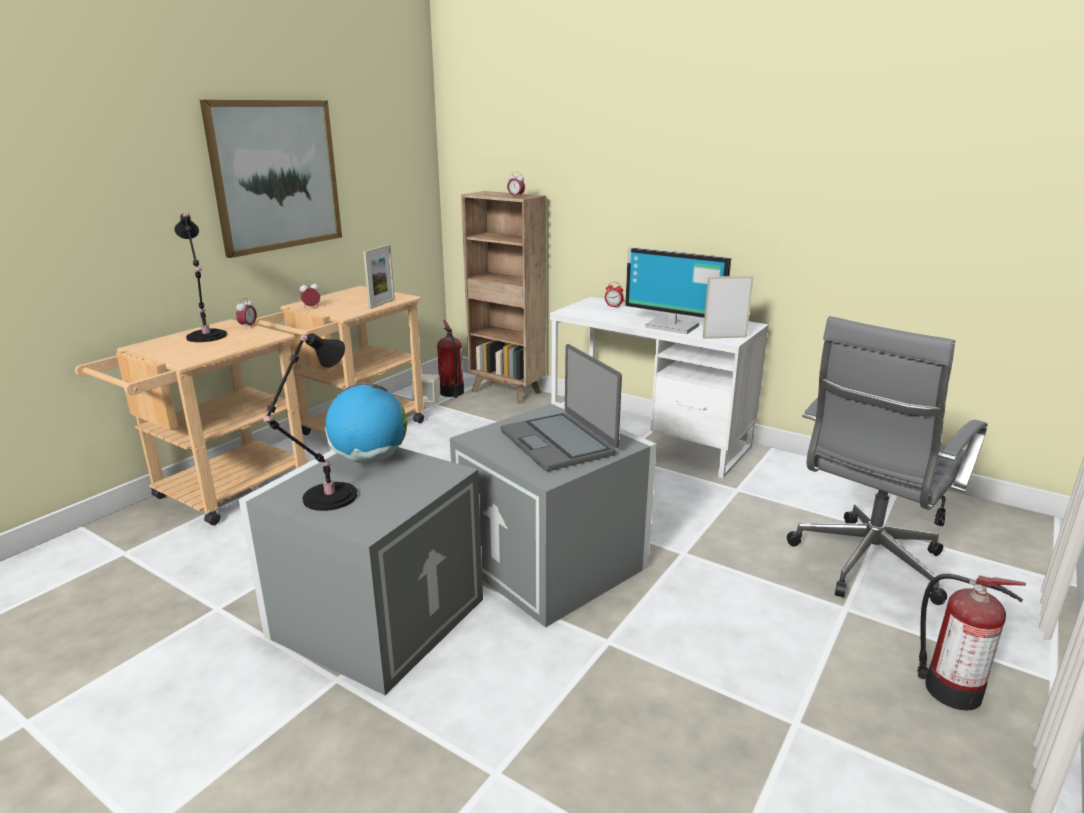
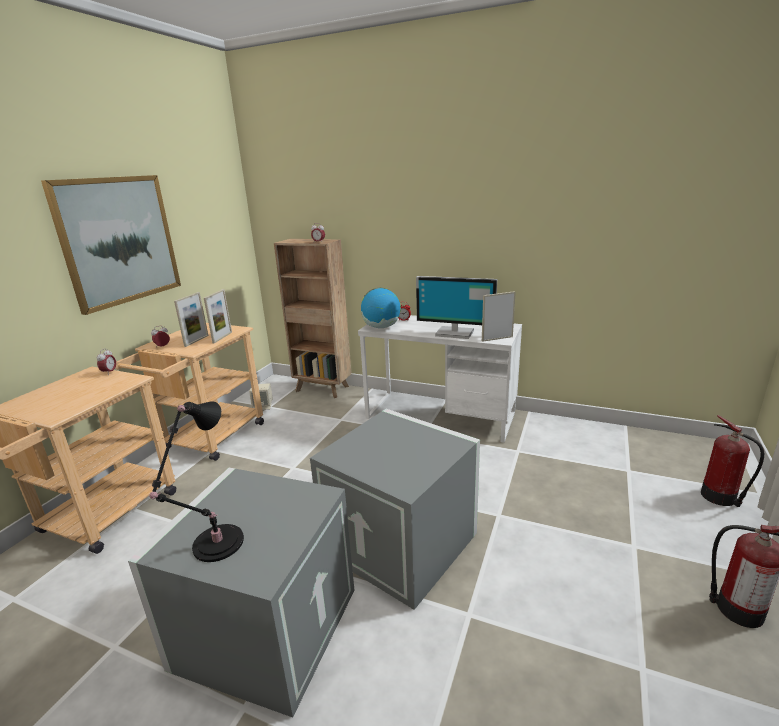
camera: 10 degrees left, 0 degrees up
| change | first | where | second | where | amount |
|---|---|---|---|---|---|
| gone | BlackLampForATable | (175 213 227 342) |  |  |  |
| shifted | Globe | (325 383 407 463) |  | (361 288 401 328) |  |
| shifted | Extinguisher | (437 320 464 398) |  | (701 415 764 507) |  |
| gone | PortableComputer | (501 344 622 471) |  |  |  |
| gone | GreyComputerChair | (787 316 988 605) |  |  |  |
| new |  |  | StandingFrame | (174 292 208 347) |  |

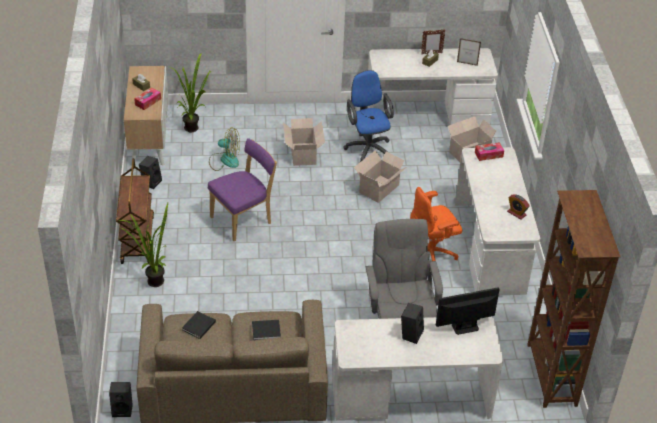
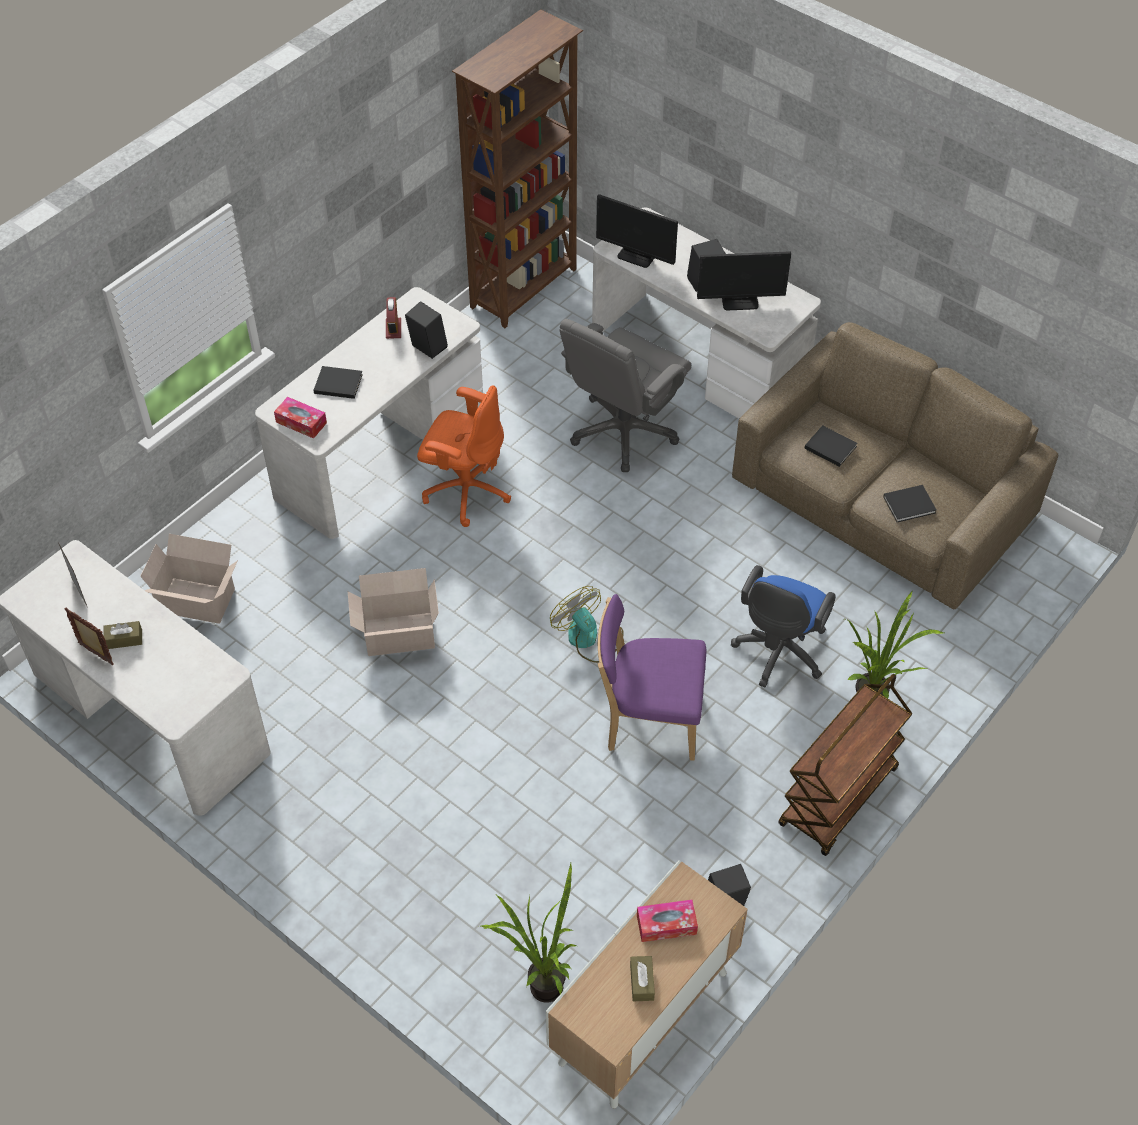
camera: 135 degrees left, 10 degrees up
| change | first | where | second | where | amount |
|---|---|---|---|---|---|
| shifted | BlackLoudspeaker | (109 382 133 417) |  | (405 301 448 359) |  |
| shifted | CoolingFan | (209 127 240 171) |  | (550 586 624 663) |  |
| gone | PackingBox | (283 118 325 166) |  |  |  |
| shifted | BlueComputerChair | (344 70 394 162) |  | (731 565 836 687) |  |
| new |  |  | BlackBook | (314 366 363 399) |  |
| new |  |  | Monitor | (697 251 791 310) |  |

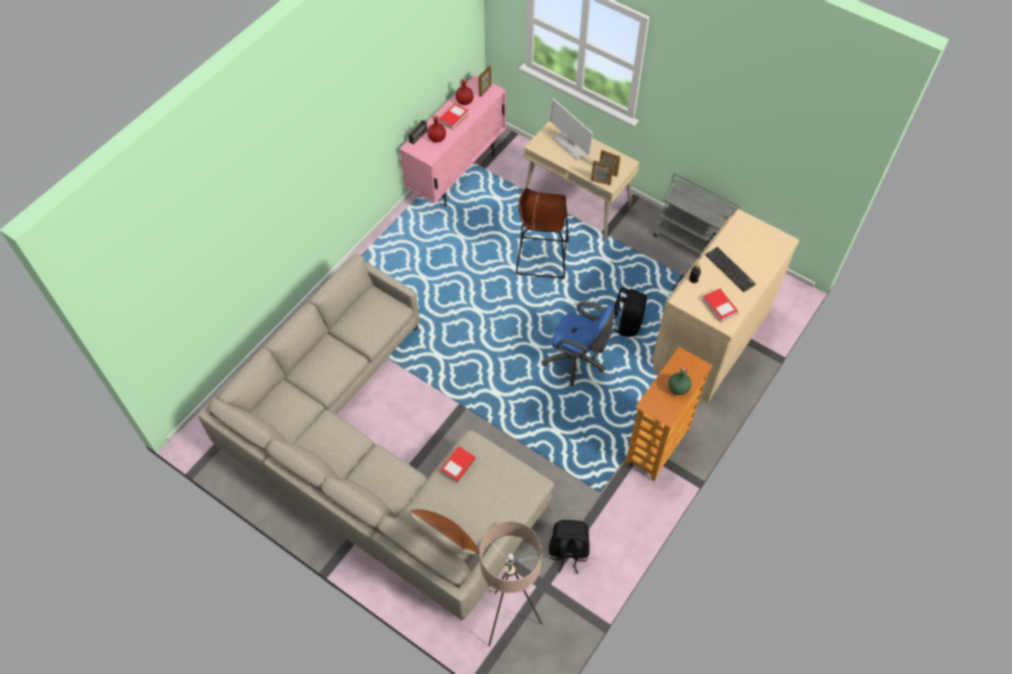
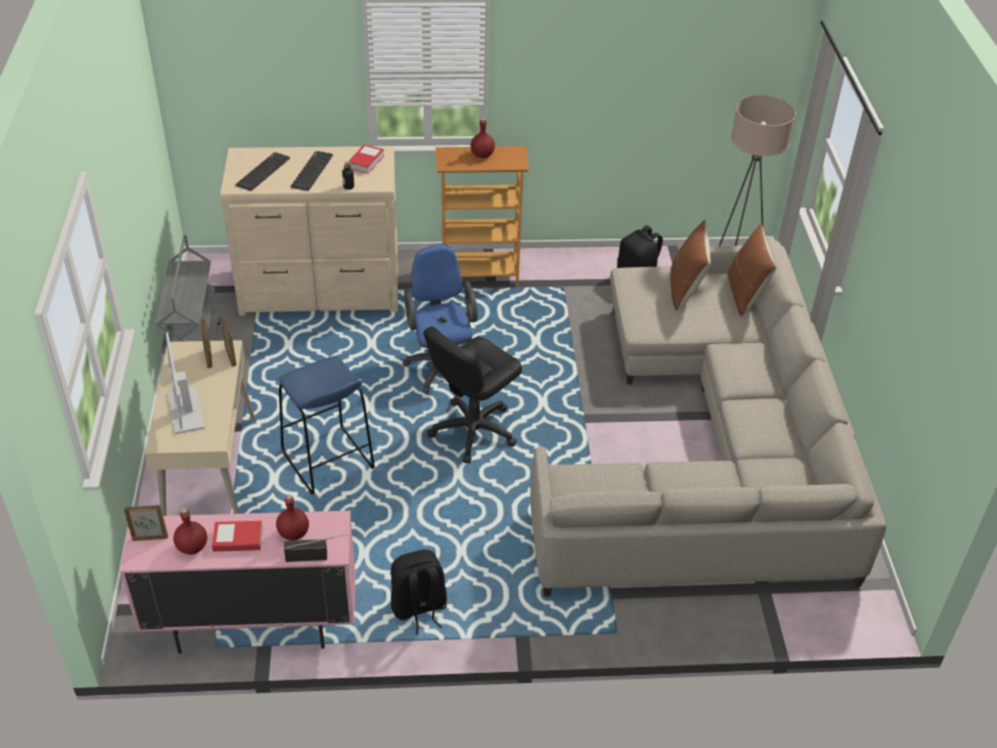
camera: 130 degrees left, 15 degrees down
| change | first | where | second | where | amount |
|---|---|---|---|---|---|
| gone | Book | (440 446 475 483) |  |  |  |
| repainted | BrownishStool | (516 188 569 279) | BlueStool | (279 356 375 495) |  |
| rotated | Monitor | (549 98 593 161) |  | (166 332 205 434) | 150 degrees clockwise |
| shifted | BlackKnapsack | (613 287 647 337) |  | (391 550 447 634) |  |
| repainted | GreenishBeverageBottle | (669 368 691 395) | RedBeverageBottle | (471 118 495 158) |  |
| new |  |  | Keyboard | (235 152 290 191) |  |
| new |  |  | BlackComputerChair | (423 326 522 463) |  |
| new |  |  | BrownishCushion | (670 219 711 311) |  |

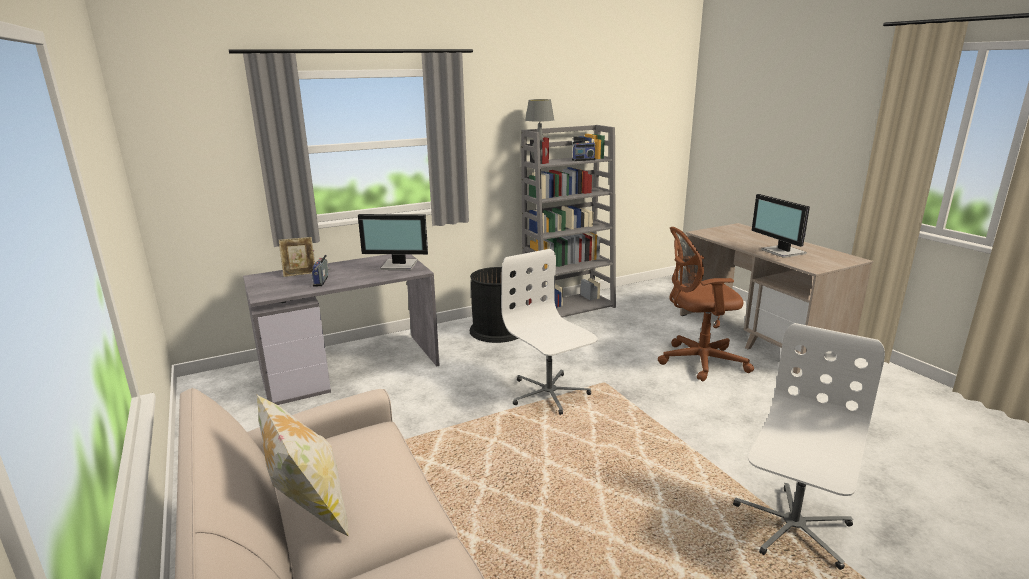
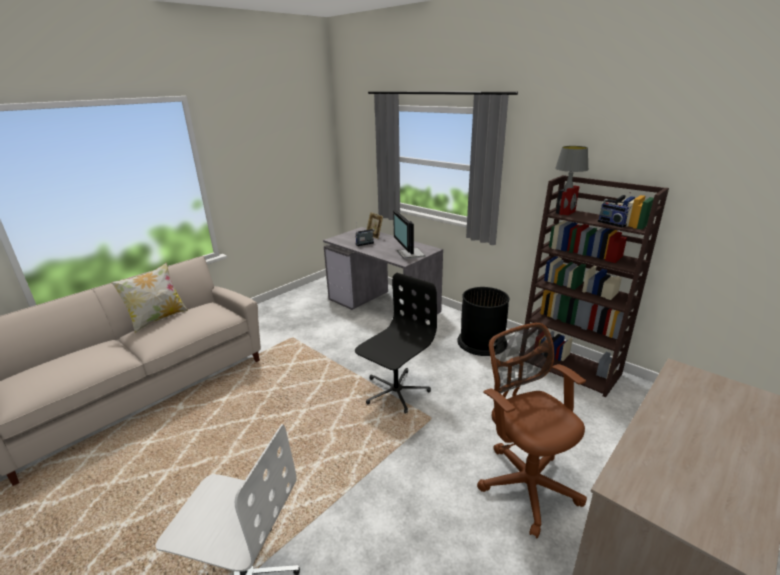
camera: 70 degrees right, 5 degrees up
| change | first | where | second | where | amount |
|---|---|---|---|---|---|
| repainted | WhiteColouredComputerChair | (501 249 598 415) | BlackComputerChair | (355 273 437 414) |  |
| repainted | GreyShelvingUnit | (521 125 616 317) | BrownishShelvingUnit | (520 175 669 398) |  |
| gone | Monitor | (752 194 810 258) |  |  |  |

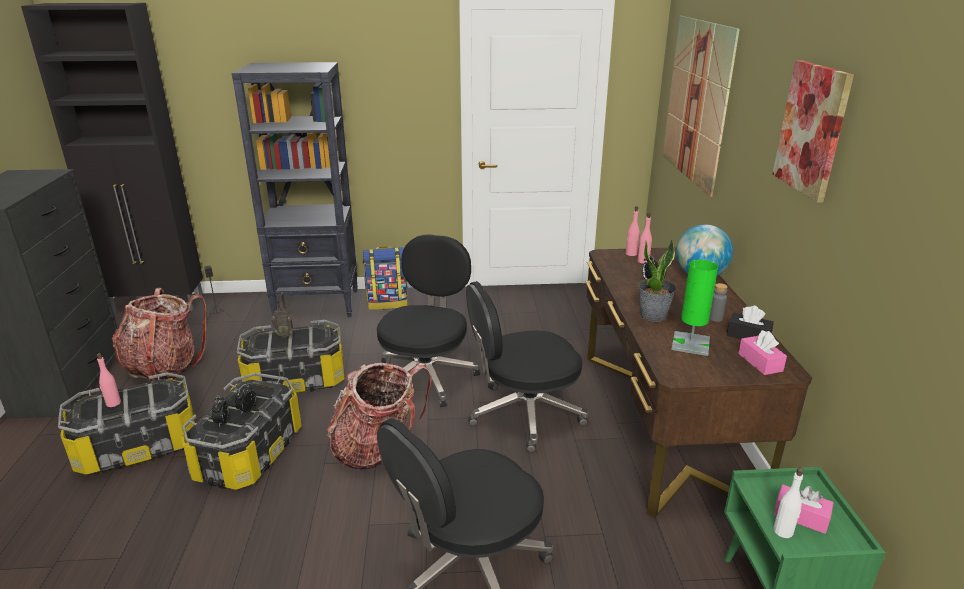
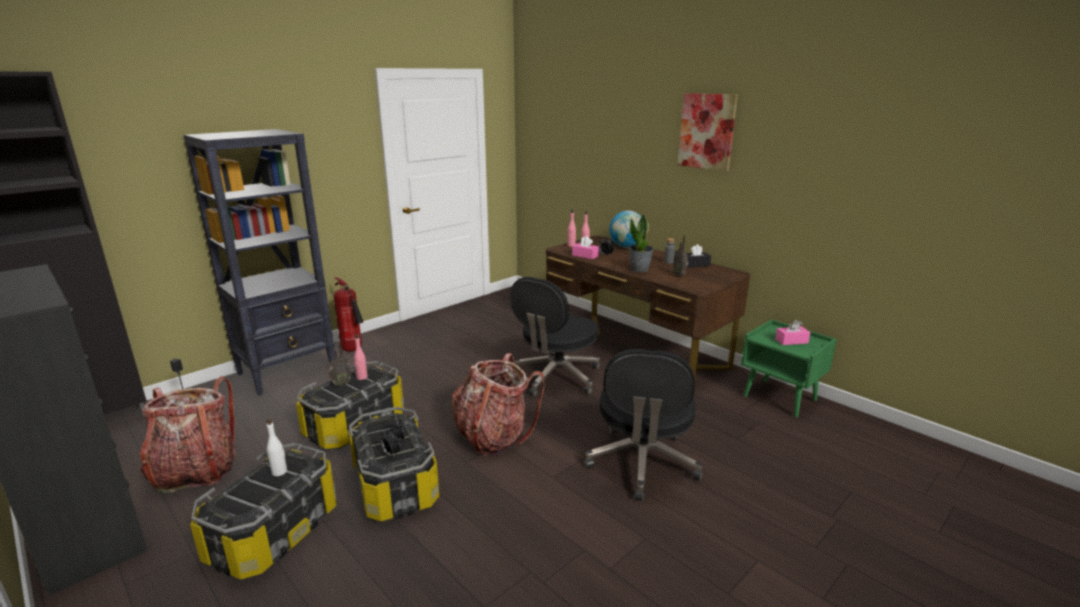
camera: 40 degrees left, 5 degrees down
| change | first | where | second | where | amount |
|---|---|---|---|---|---|
| shifted | PinkColouredBeverageBottle | (97 353 121 407) |  | (354 334 368 380) |  |
| swapped | Knapsack | (363 246 408 310) | Extinguisher | (334 277 363 352) |  |
| gone | BlackComputerChair | (377 234 480 407) |  |  |  |
| gone | Picture | (663 16 740 197) |  |  |  |
| swapped | GreenishLampForATable | (671 260 718 356) | RadioSet | (673 235 688 277) |  |
| shifted | PinkColouredBoxOfTissues | (738 330 787 375) |  | (572 236 599 259) |  |
| shifted | WhiteColouredBeverageBottle | (773 468 803 538) |  | (267 418 287 476) |  |

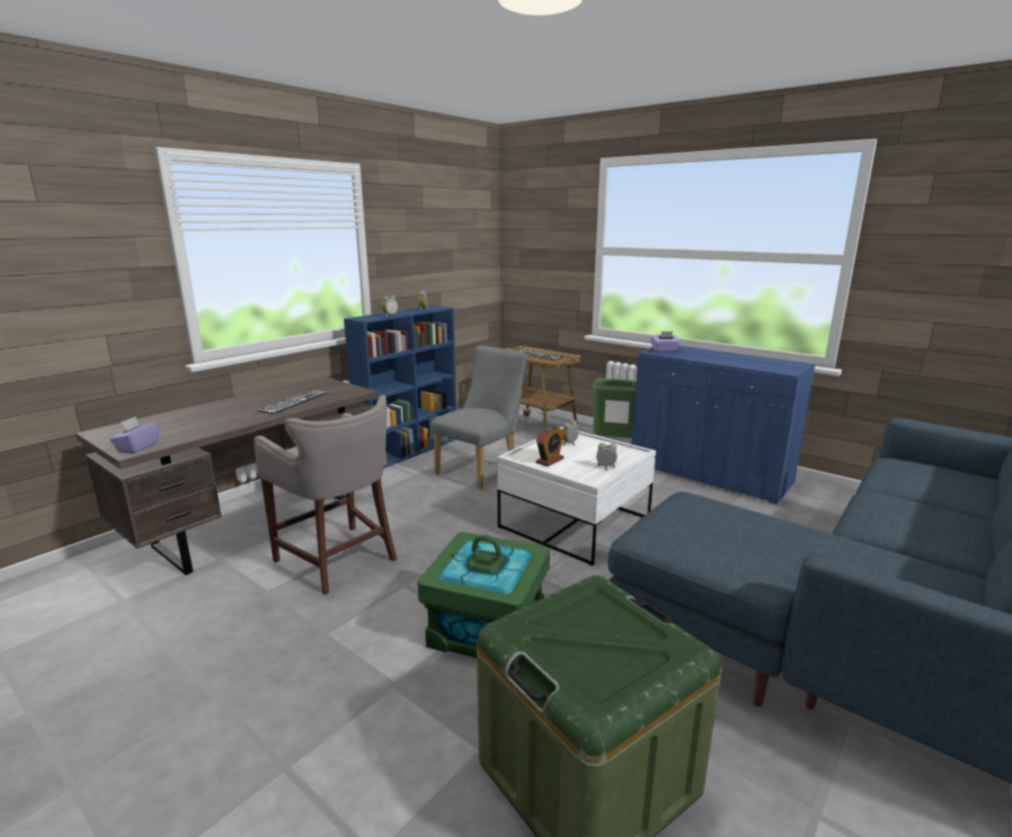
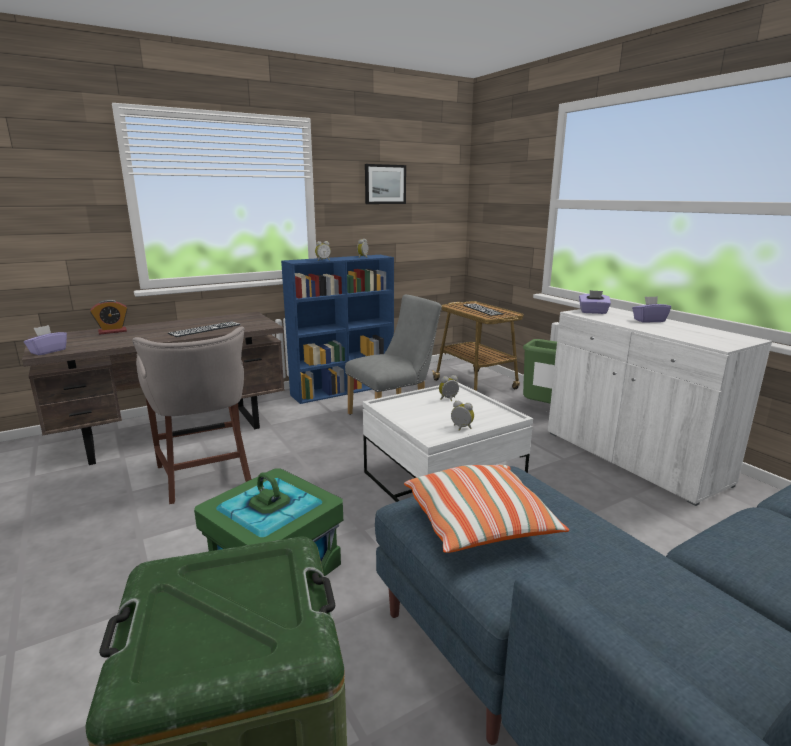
camera: 20 degrees right, 0 degrees up
| change | first | where | second | where | amount |
|---|---|---|---|---|---|
| shifted | BedsideClock | (536 426 565 467) |  | (90 300 127 334) |  |
| repainted | BlueCabinet | (632 346 815 505) | WhiteColouredCabinet | (548 307 772 506) |  |
| new |  |  | Picture | (365 164 406 204) |  |
| new |  |  | Cushion | (404 465 569 553) |  |
| new |  |  | PurplishBoxOfTissues | (632 296 671 323) |  |

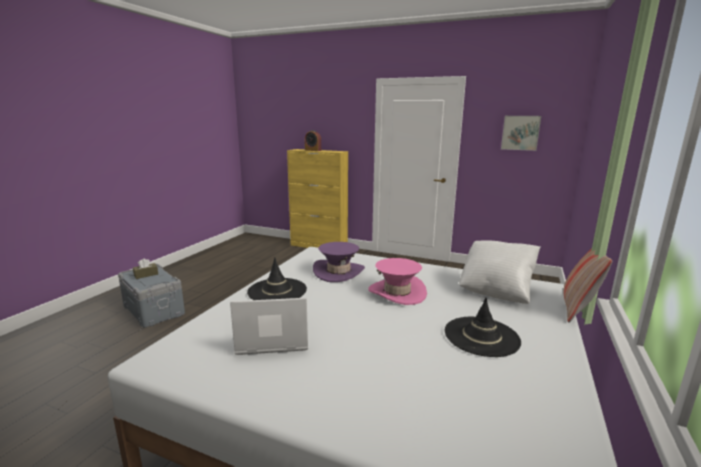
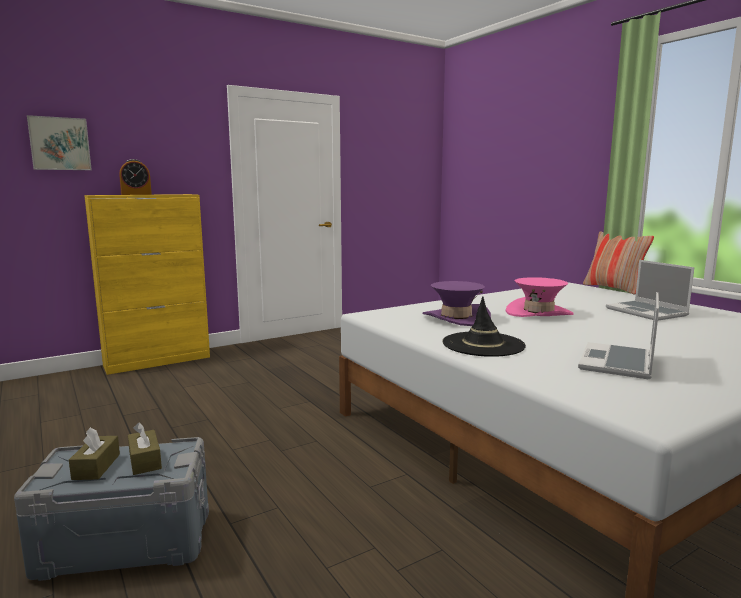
camera: 55 degrees left, 5 degrees down
| change | first | where | second | where | amount |
|---|---|---|---|---|---|
| swapped | BlackHat | (445 298 521 357) | PortableComputer | (606 260 694 321) |  |
| gone | WhiteColouredCushion | (459 240 540 304) |  |  |  |
| shifted | Picture | (501 116 541 151) |  | (27 115 92 170) |  |
| new |  |  | BrownishBoxOfTissues | (128 423 162 475) |  |

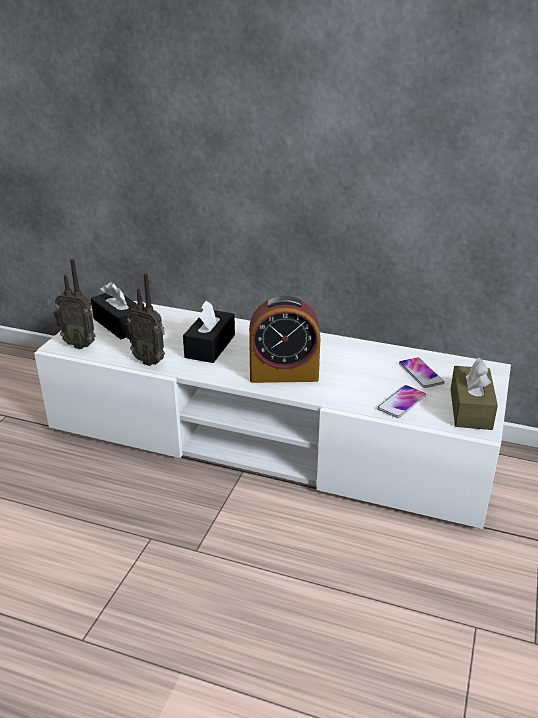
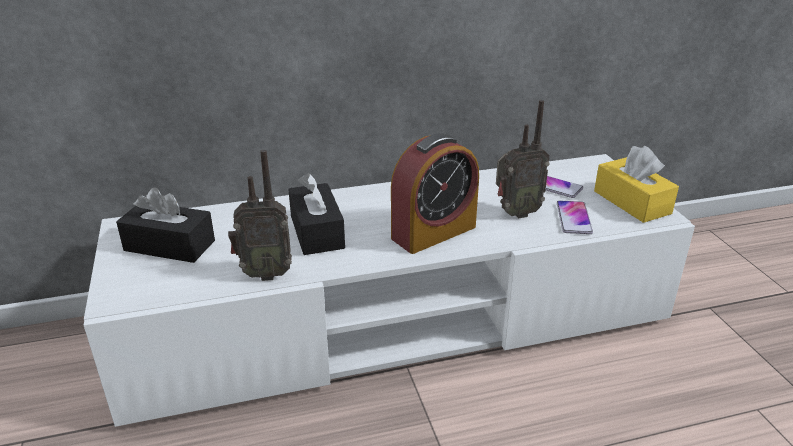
camera: 35 degrees left, 0 degrees up
| change | first | where | second | where | amount |
|---|---|---|---|---|---|
| shifted | RadioSet | (53 258 96 349) |  | (496 100 550 218) |  |
| repainted | BrownishBoxOfTissues | (451 357 498 430) | YellowishBoxOfTissues | (594 146 679 223) |  |

